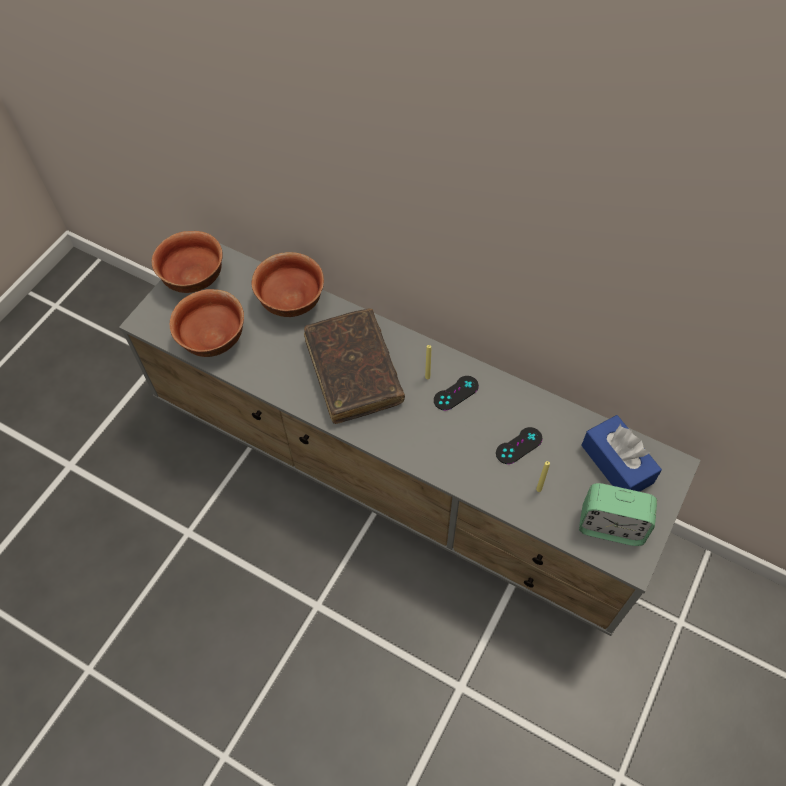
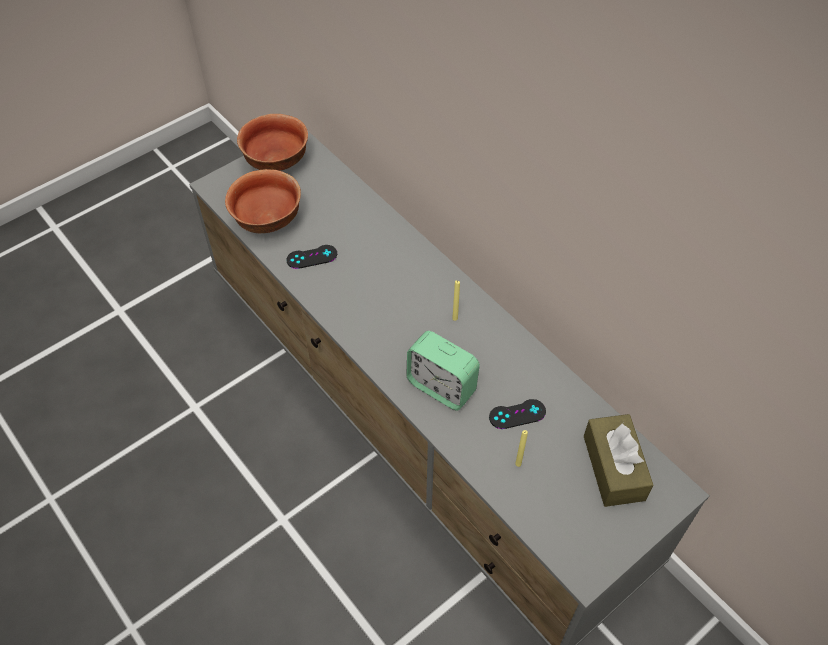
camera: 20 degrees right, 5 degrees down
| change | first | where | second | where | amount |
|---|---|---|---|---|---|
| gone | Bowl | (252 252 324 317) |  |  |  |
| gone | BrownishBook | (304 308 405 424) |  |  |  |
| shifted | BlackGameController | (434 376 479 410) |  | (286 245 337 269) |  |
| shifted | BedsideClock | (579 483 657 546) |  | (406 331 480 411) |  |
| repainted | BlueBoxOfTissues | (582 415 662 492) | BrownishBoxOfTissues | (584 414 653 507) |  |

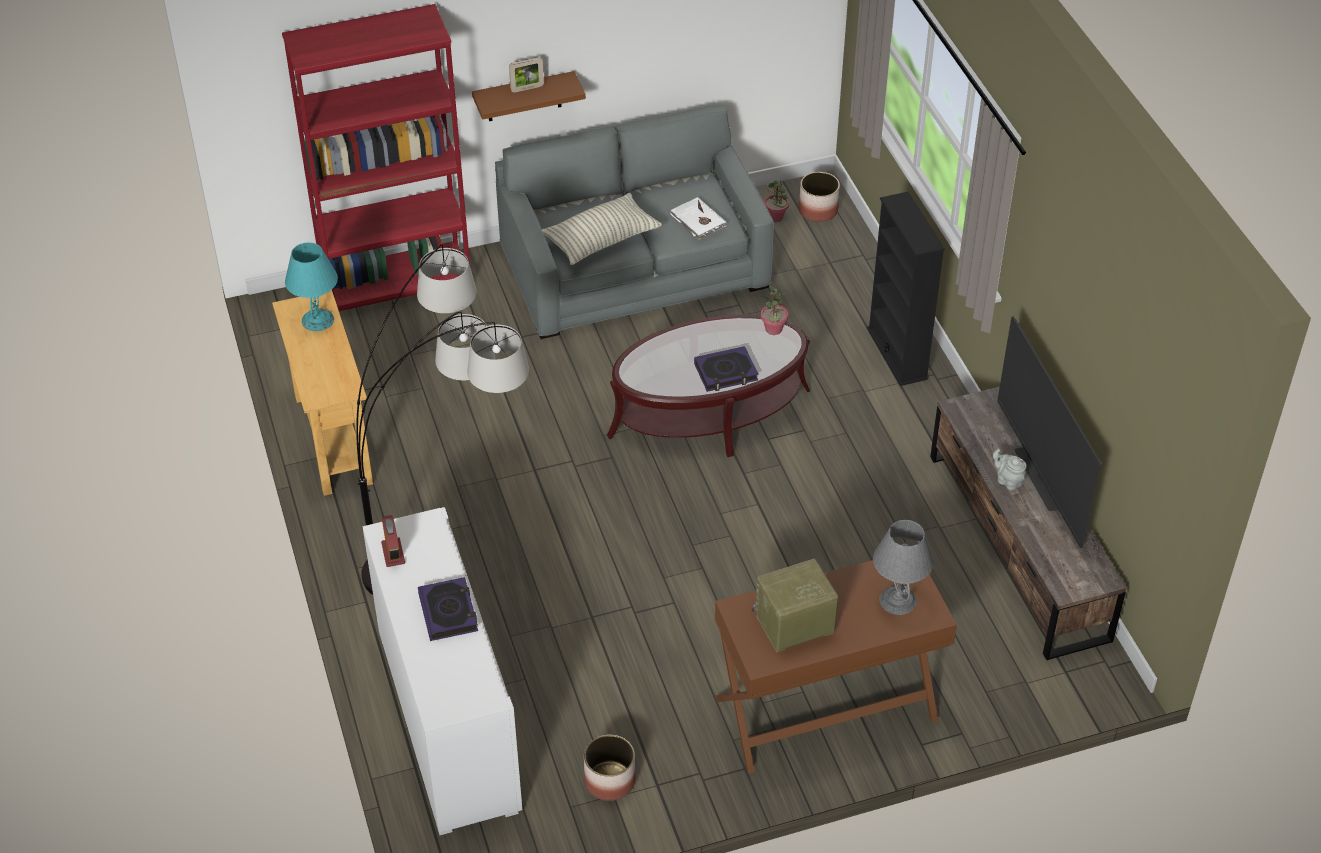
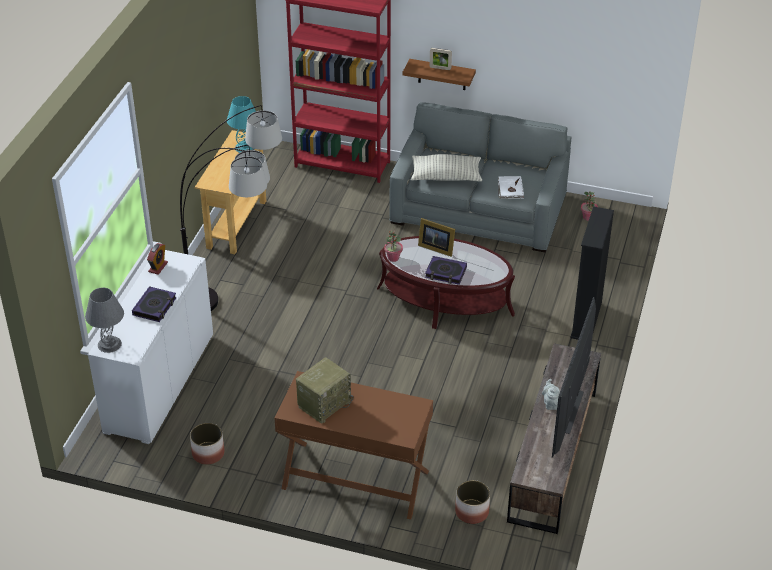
camera: 35 degrees right, 5 degrees down
| change | first | where | second | where | amount |
|---|---|---|---|---|---|
| rotated | RadioSet | (752 558 838 653) |  | (296 357 354 424) | 120 degrees clockwise |
| shifted | PottedPlant | (761 286 788 335) |  | (384 229 403 262) |  |
| shifted | PlantPot | (799 172 840 222) |  | (455 480 490 524) |  |
| shifted | GreyLampForATable | (873 520 933 615) |  | (85 288 124 353) |  |
| new |  |  | StandingFrame | (418 218 455 257) |  |

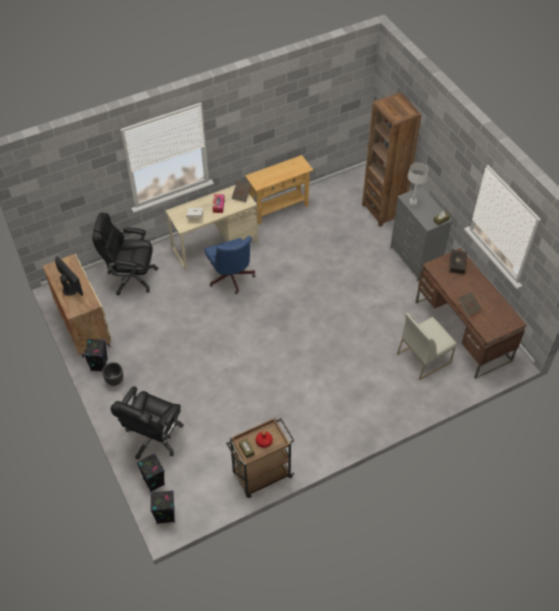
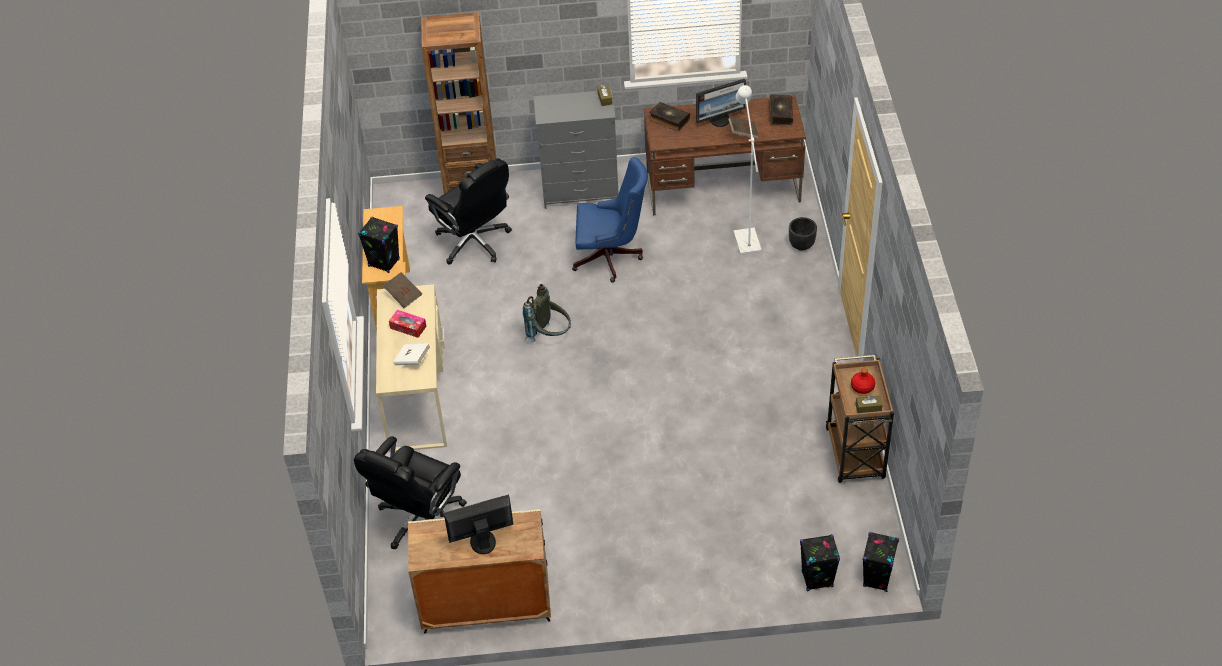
camera: 65 degrees left, 5 degrees down
| change | first | where | second | where | amount |
|---|---|---|---|---|---|
| shifted | BlackLoudspeaker | (84 339 108 371) |  | (358 217 400 273) |  |
| shifted | BlackPlantPot | (102 362 123 386) |  | (789 217 817 251) |  |
| shifted | BlackComputerChair | (111 386 184 459) |  | (425 158 512 265) |  |
| shifted | BlueComputerChair | (205 236 255 294) |  | (572 157 648 282) |  |
| swapped | WhiteColouredUprightChair | (397 313 457 380) | WhiteColouredStandingLamp | (734 85 762 255) |  |
| gone | GreyLampForATable | (407 163 428 205) |  |  |  |
| new |  |  | GreyKnapsack | (523 284 571 342) |  |
| new |  |  | Monitor | (696 79 746 127) |  |
| new |  |  | Book | (769 94 793 125) |  |

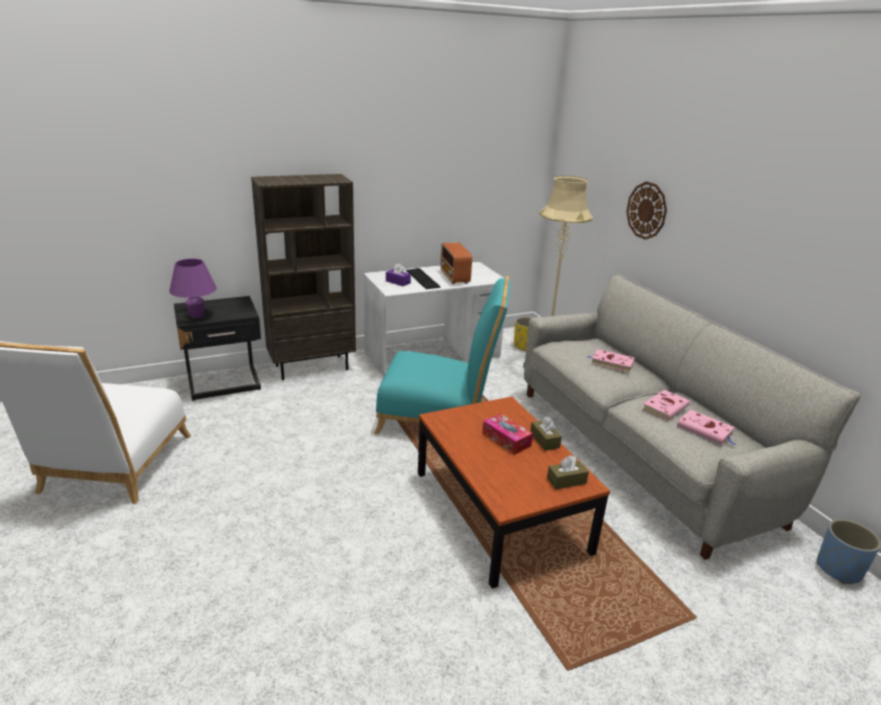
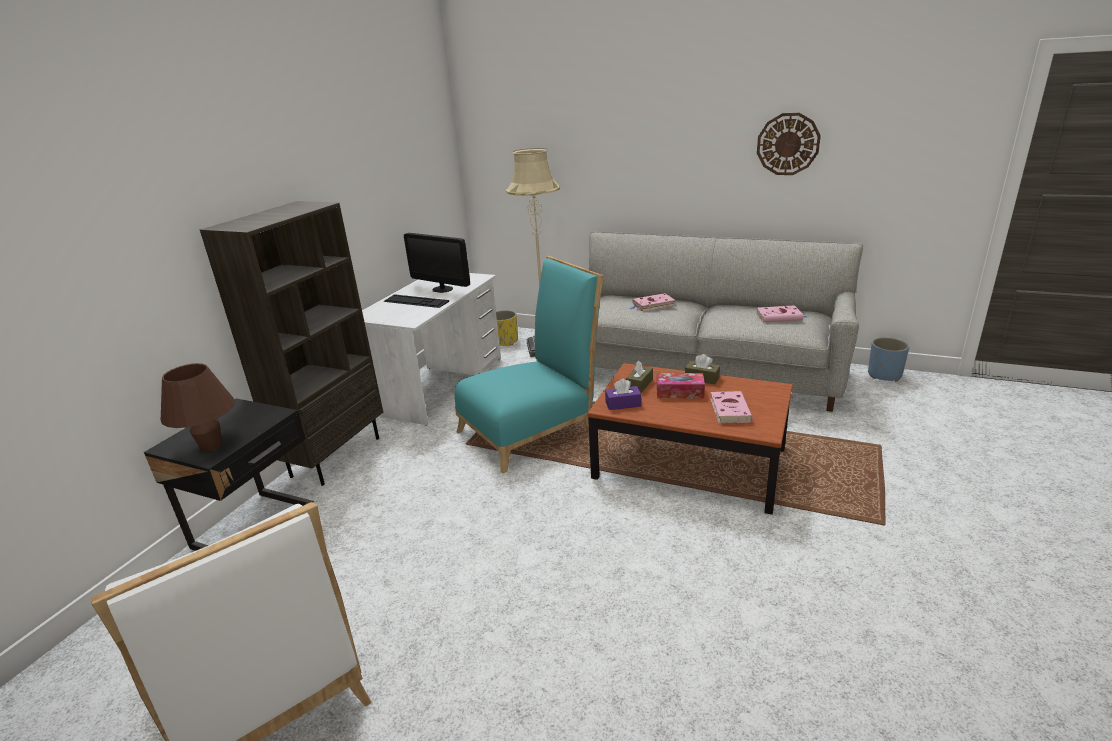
camera: 40 degrees left, 0 degrees up
| change | first | where | second | where | amount |
|---|---|---|---|---|---|
| repainted | PurplishLampForATable | (169 258 217 318) | BrownishLampForATable | (161 363 235 452) |  |
| shifted | PurplishBoxOfTissues | (386 264 411 286) |  | (605 379 641 410) |  |
| swapped | RadioSet | (440 243 472 284) | Monitor | (404 233 470 293) |  |
| shifted | BrownishBoxOfTissues | (547 455 589 490) |  | (626 360 653 393) |  |
| shifted | WallClock | (626 181 667 240) |  | (757 113 821 175) |  |
| shifted | PinkColouredBook | (642 390 690 421) |  | (710 391 753 423) |  |

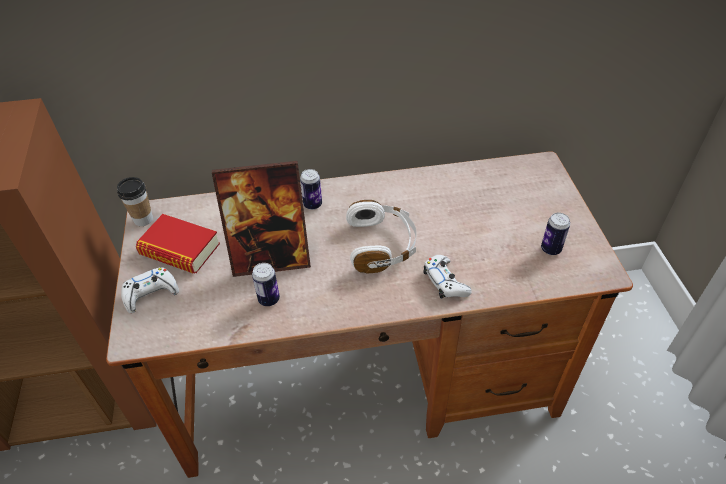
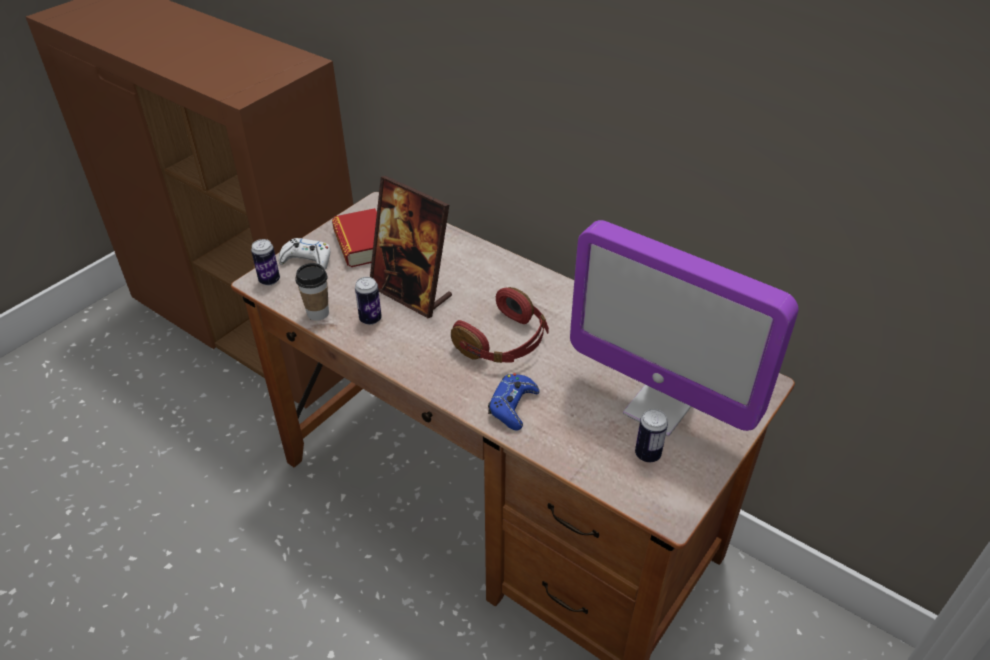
camera: 45 degrees right, 5 degrees down
| change | first | where | second | where | amount |
|---|---|---|---|---|---|
| shifted | Cup | (117 177 153 226) |  | (296 263 329 321) |  |
| shifted | Can | (300 169 322 210) |  | (251 239 280 286) |  |
| repainted | WhiteColouredHeadset | (346 200 417 273) | RedHeadset | (451 287 549 363) |  |
| repainted | WhiteColouredGameController | (423 255 472 299) | BlueGameController | (488 373 539 431) |  |
| new |  |  | Monitor | (570 220 798 436) |  |

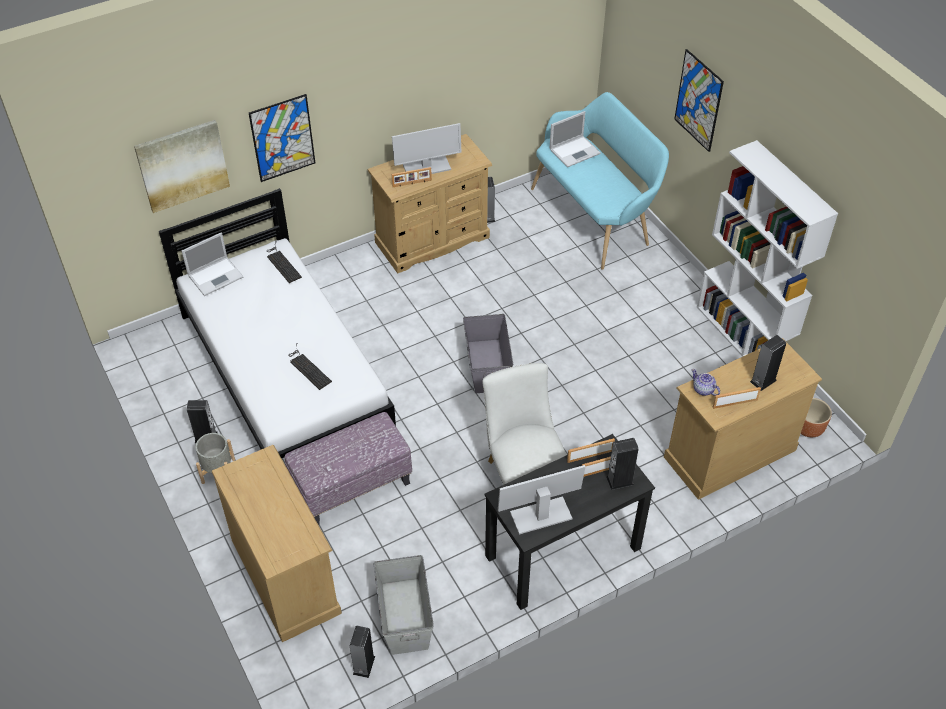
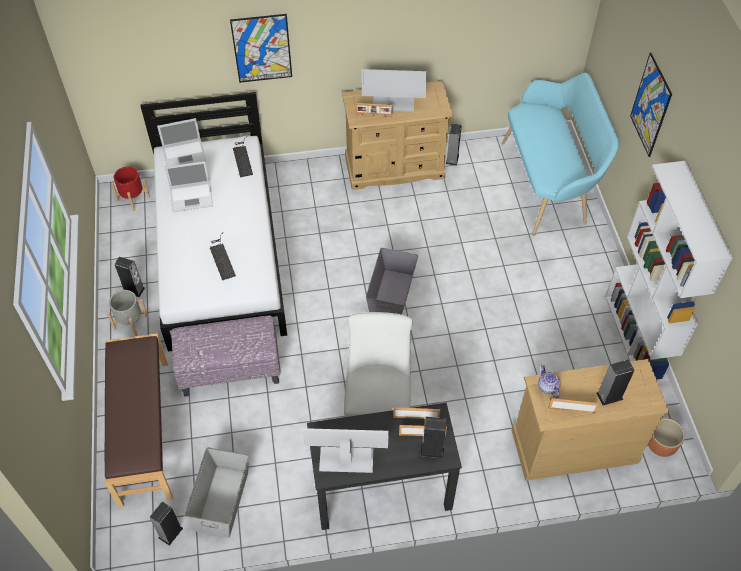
camera: 20 degrees right, 5 degrees up
| change | first | where | second | where | amount |
|---|---|---|---|---|---|
| gone | Picture | (134 120 230 213) |  |  |  |
| swapped | SandColouredChestOfDrawers | (212 445 342 642) | BrownishIndoorBench | (105 333 173 508) |  |
| shifted | PortableComputer | (550 111 601 167) |  | (165 161 213 212) |  |
| new |  |  | RedPlantPot | (111 166 150 211) |  |

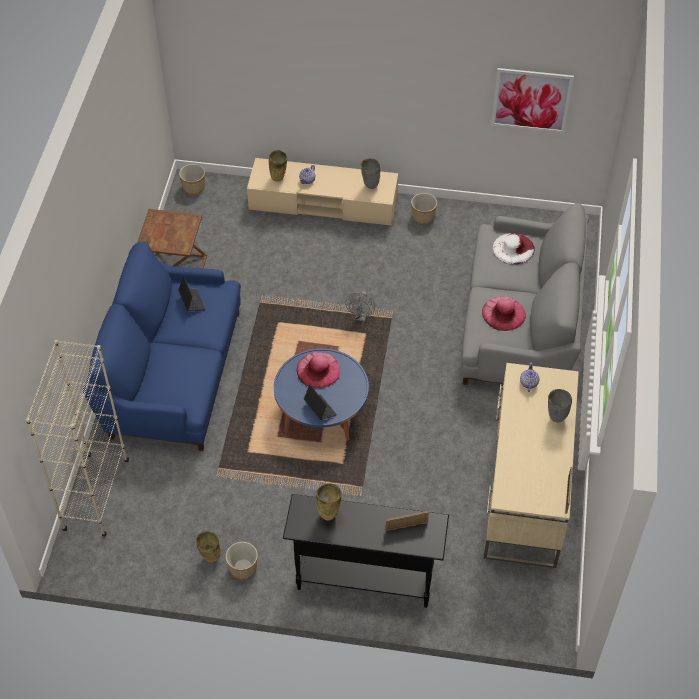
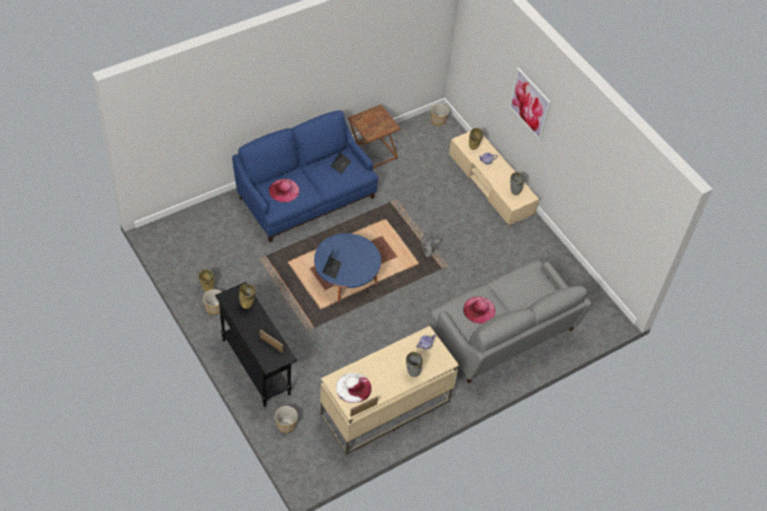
camera: 45 degrees right, 0 degrees up
| change | first | where | second | where | amount |
|---|---|---|---|---|---|
| gone | SandColouredShelvingUnit | (26 340 129 536) |  |  |  |
| shifted | PinkColouredHat | (297 352 341 388) |  | (269 179 300 202) |  |
| shifted | PlantPot | (411 193 437 224) |  | (275 406 298 433) |  |
| shifted | Picture | (491 68 574 133) |  | (509 67 551 141) |  |
| shifted | WhiteColouredHat | (493 233 535 265) |  | (336 373 372 403) |  |

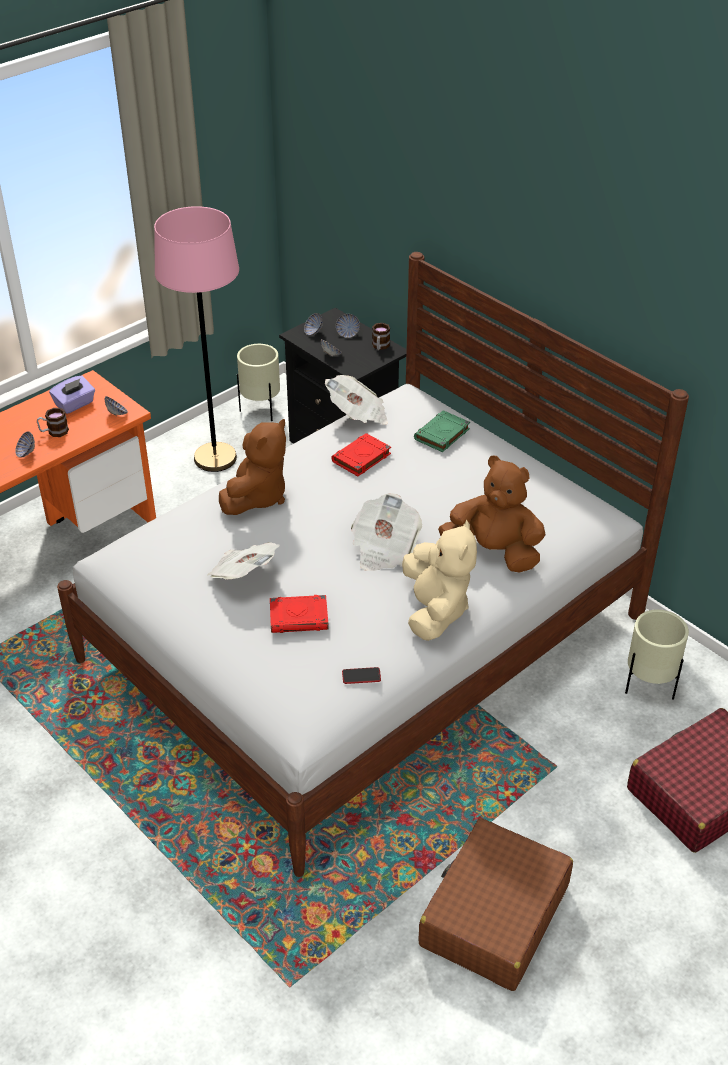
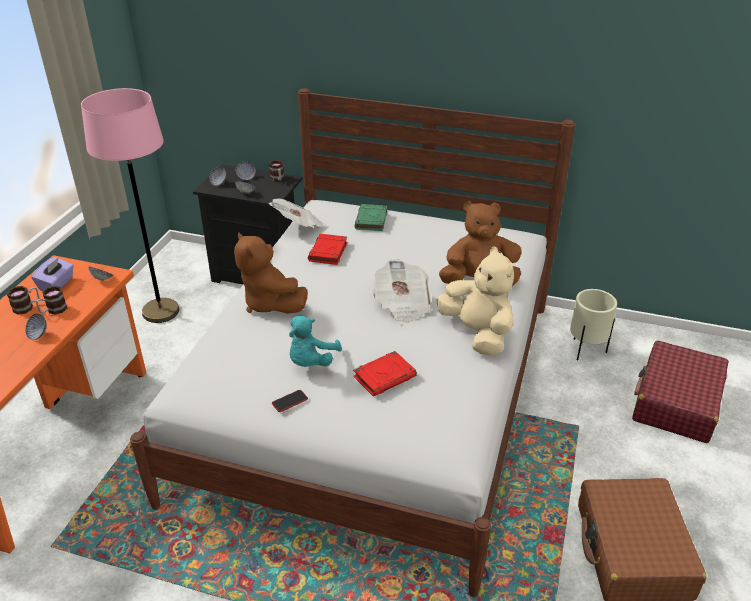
camera: 30 degrees left, 5 degrees down
| change | first | where | second | where | amount |
|---|---|---|---|---|---|
| swapped | Newspaper | (207 542 280 579) | BlueGreenPlushToy | (289 315 342 367) |  |
| rotated | BrownishPlushToy | (219 419 286 515) |  | (234 232 308 314) | 150 degrees clockwise |
| gone | SandColouredPlantPot | (237 344 280 421) |  |  |  |
| shifted | Telephone | (342 667 381 684) |  | (272 390 308 412) |  |
| new |  |  | Mug | (7 286 39 315) |  |

